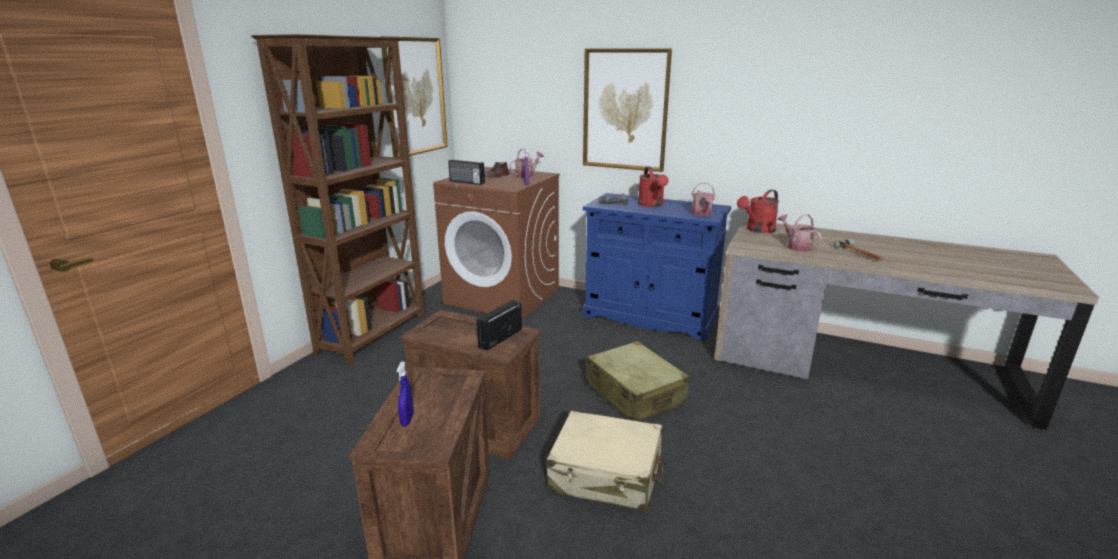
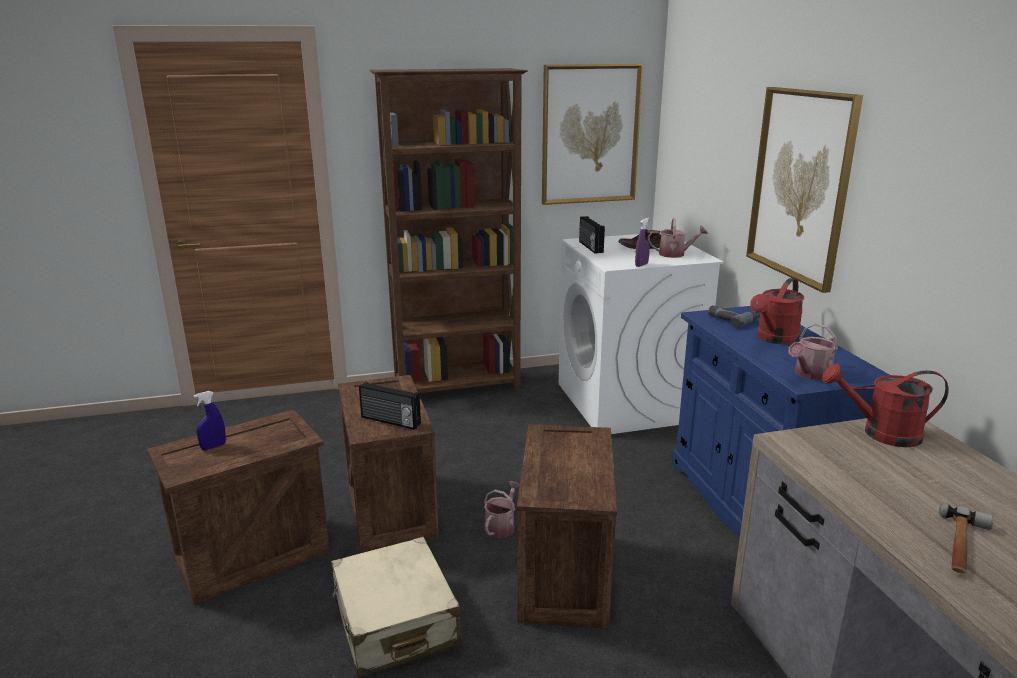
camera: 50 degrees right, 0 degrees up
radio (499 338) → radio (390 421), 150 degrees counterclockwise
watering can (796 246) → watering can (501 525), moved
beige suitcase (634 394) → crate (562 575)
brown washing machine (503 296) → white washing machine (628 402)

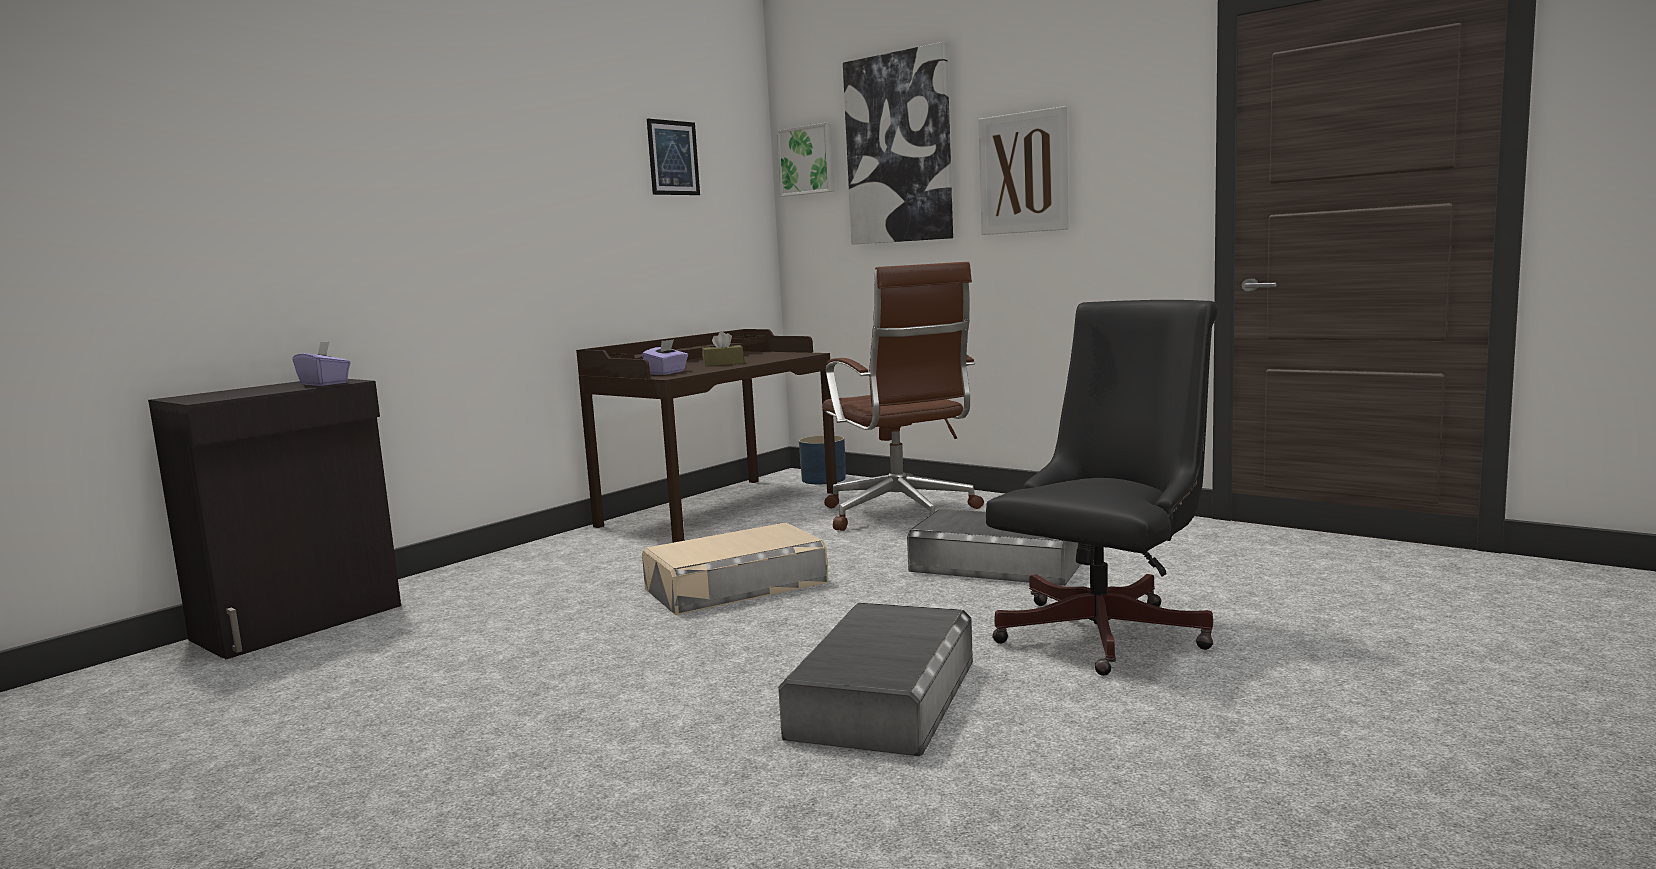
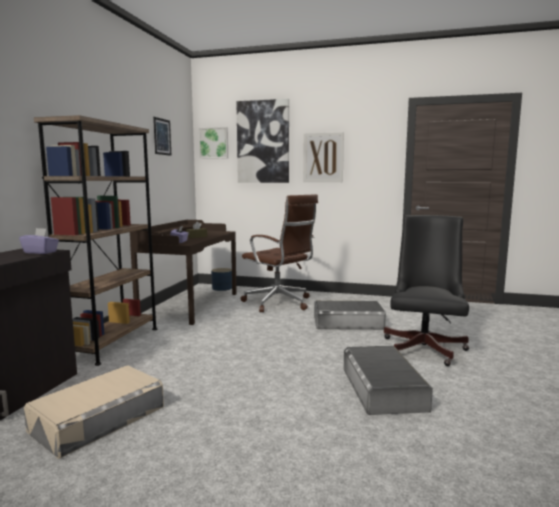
camera: 25 degrees left, 0 degrees up
beige storage box (736 585) → beige storage box (98 418), moved
- → brown bookcase (112 343)

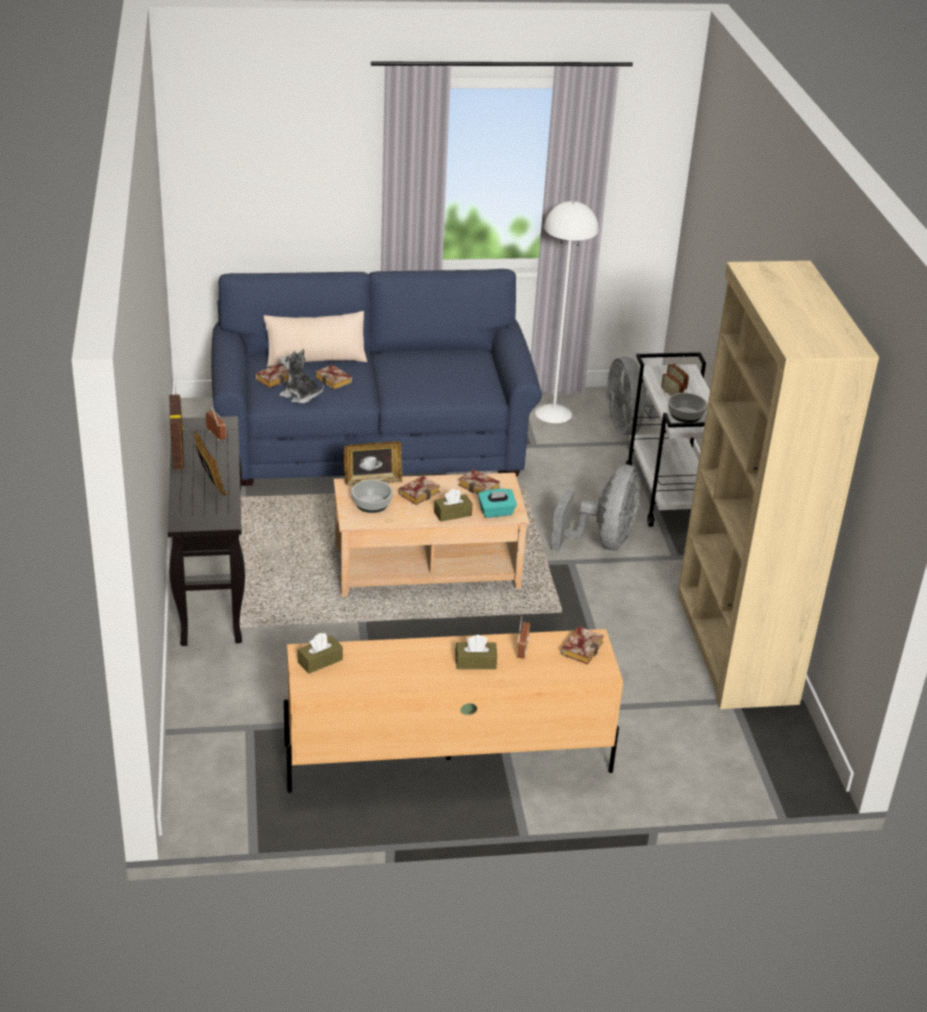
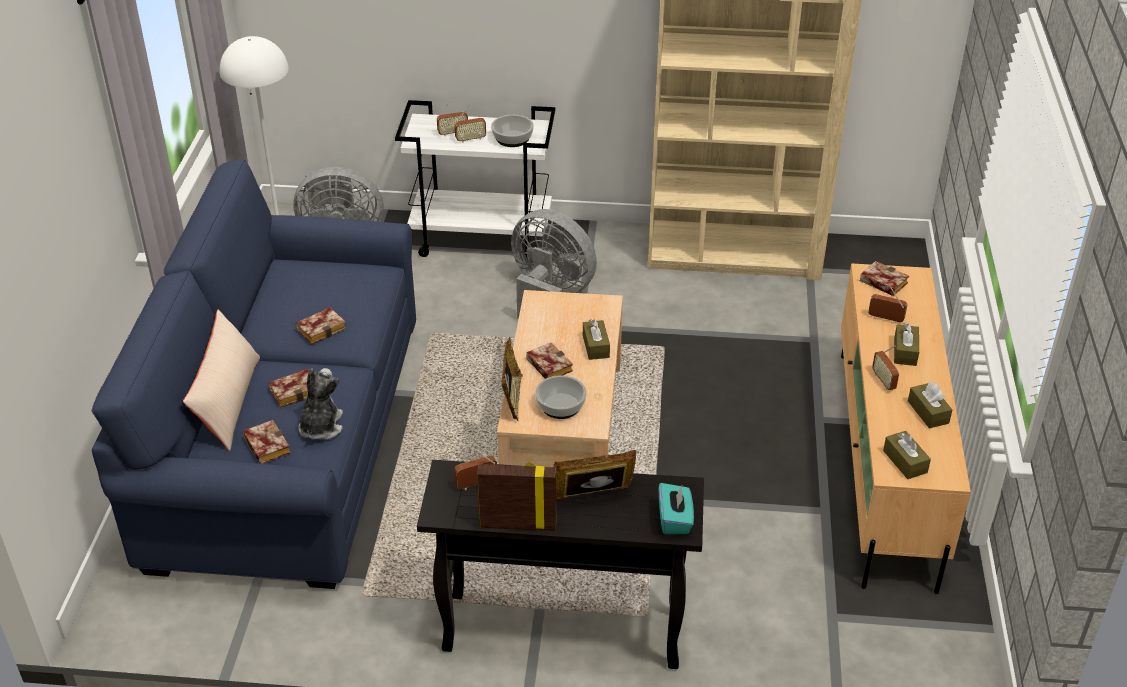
camera: 75 degrees left, 5 degrees up
book (480 487) → book (322 328), moved
plush toy (300 395) → plush toy (320 426), 150 degrees clockwise
turquoise tissue box (496 512) → turquoise tissue box (675 520), moved
- → radio (883 381)
- → brown tissue box (928 412)

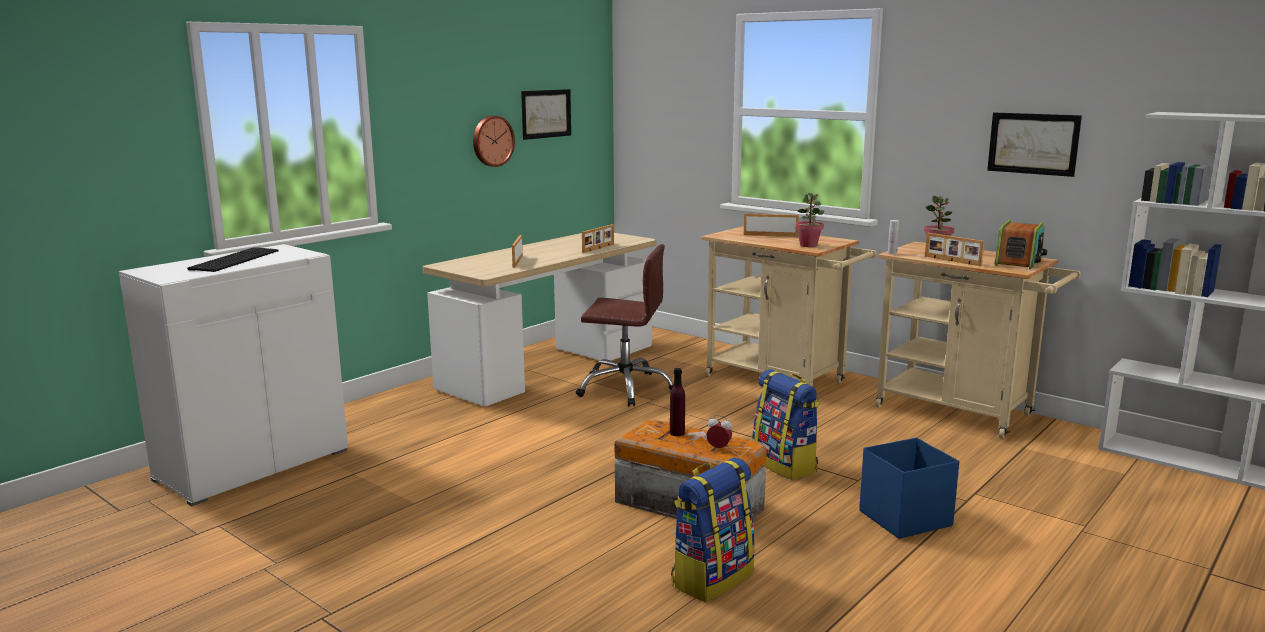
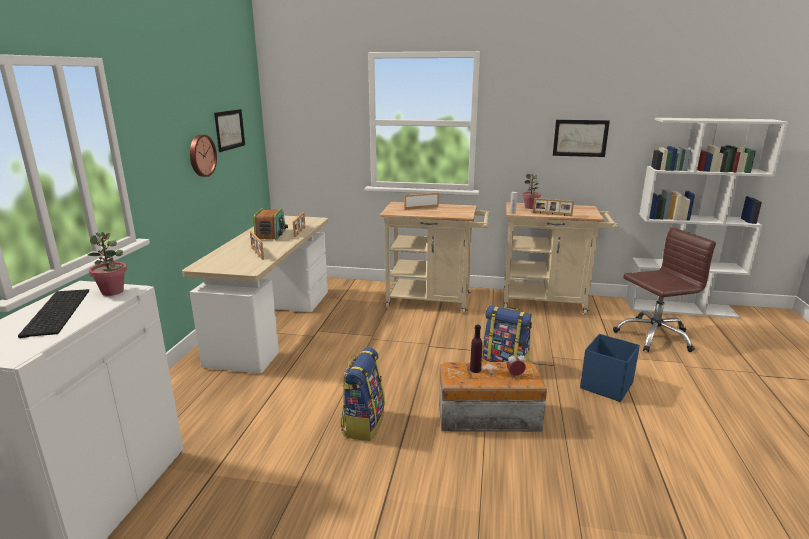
camera: 30 degrees left, 5 degrees up
potted plant (808 245) → potted plant (113 291), moved
radio (1019 262) → radio (271 235), moved
backpack (711 578) → backpack (363 423), moved
brown office chair (625 388) → brown office chair (653 336), moved

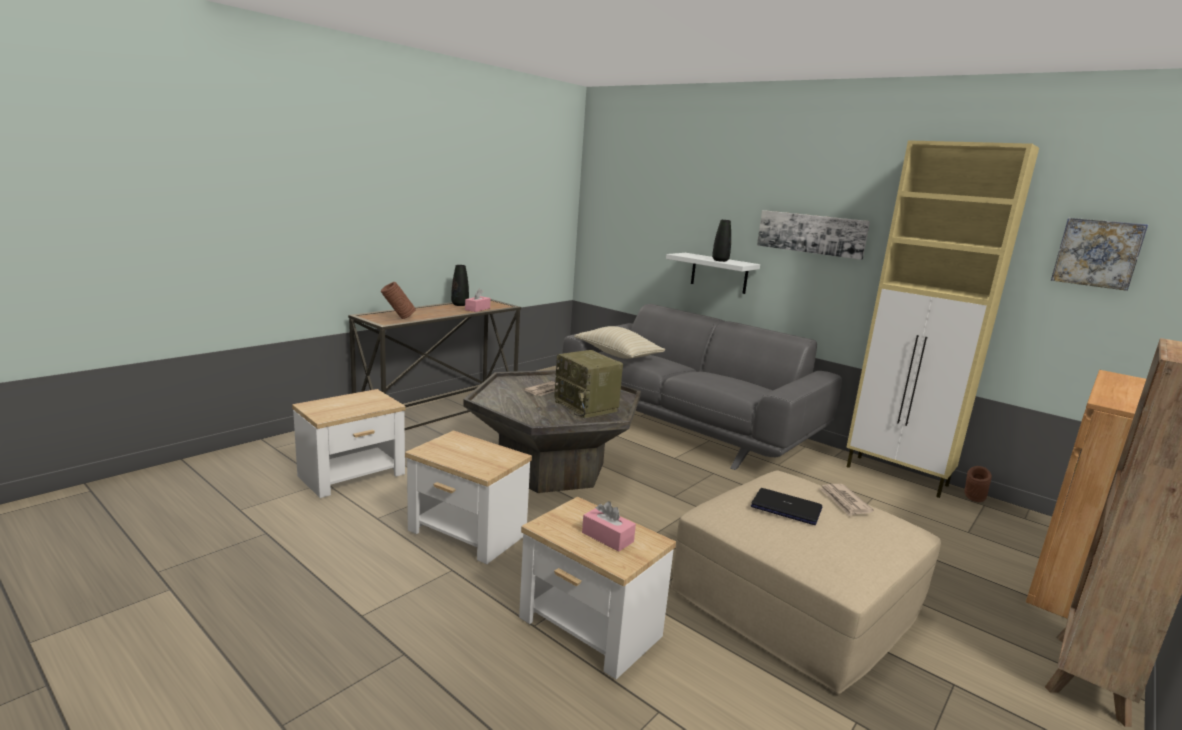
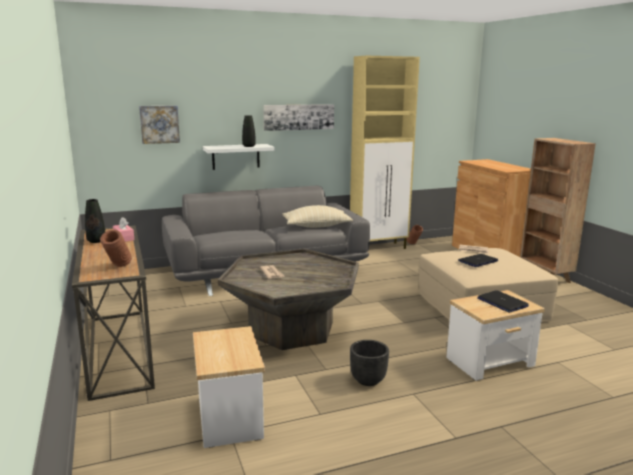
camera: 60 degrees left, 0 degrees up
picture (1097 253) → picture (159 124), moved
beige pillow (617 355) → beige pillow (316 226), moved
side table (466 534) → black planter (368 380)
pink tissue box (607 537) → laptop (502 302)
radio (587 407) → -

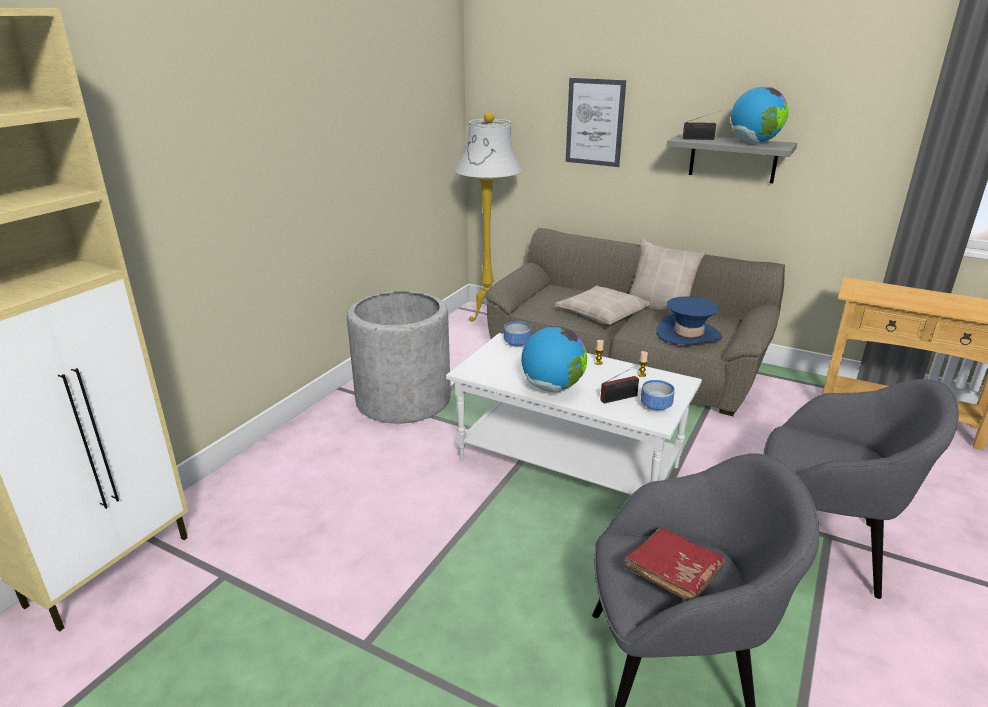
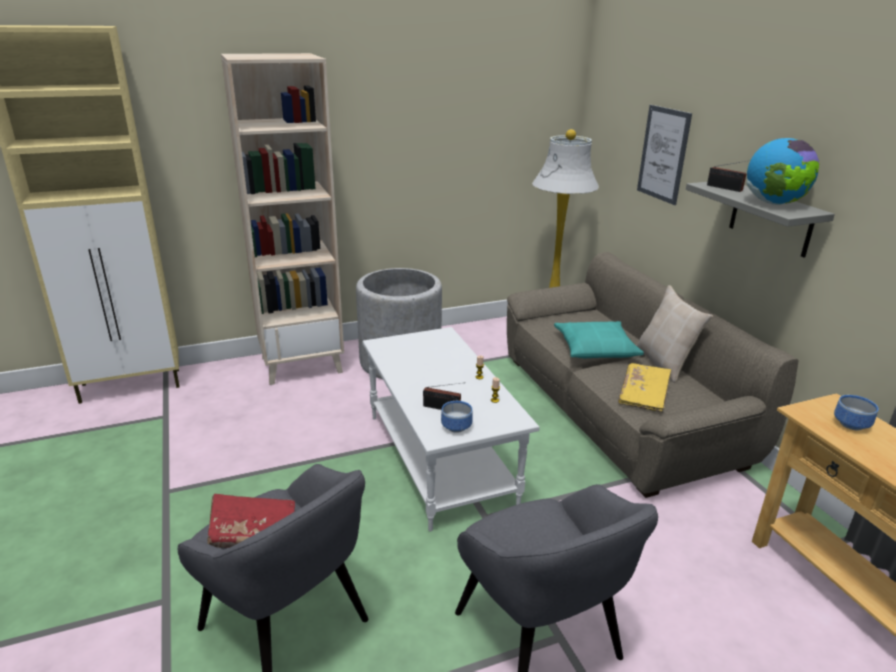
camera: 40 degrees right, 0 degrees up
- → beige bookcase (302 364)
beige pillow (601 313) → turquoise pillow (595 348)
blue hat (688 335) → yellow book (643 396)
bowl (516 344) → bowl (850 425), moved
globe (552 388) → -

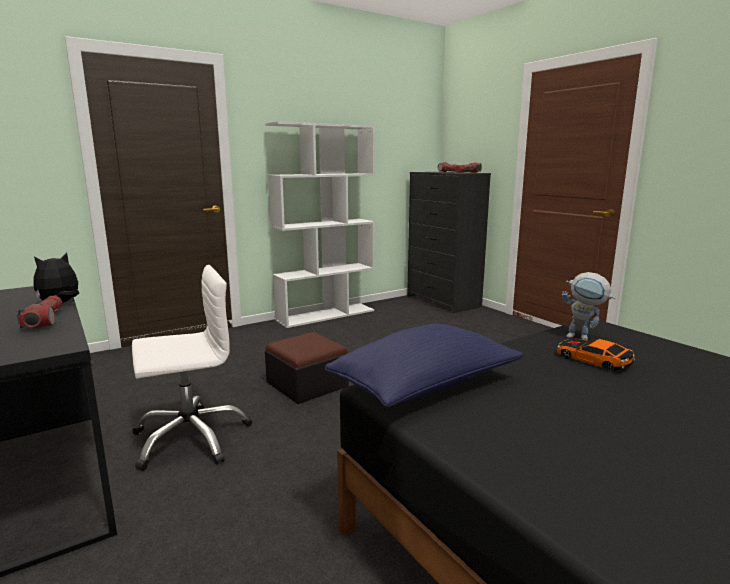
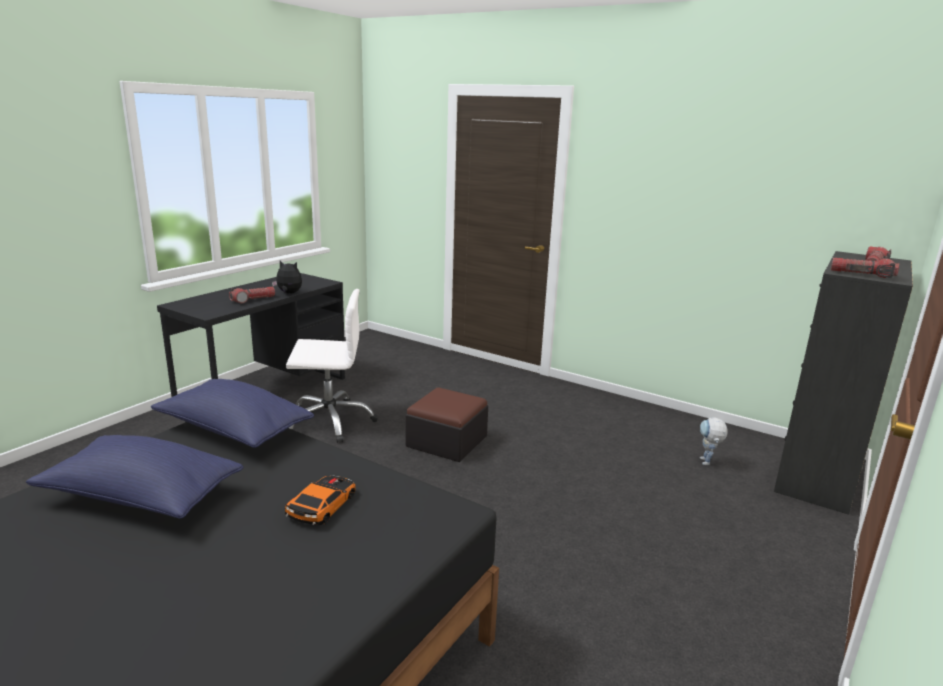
camera: 65 degrees right, 5 degrees up
- → blue pillow (141 497)
white office chair (191 437) → white office chair (330 421), 45 degrees counterclockwise
toy robot (583 338) → toy robot (707 464), moved
white bookcase (326 315) → -

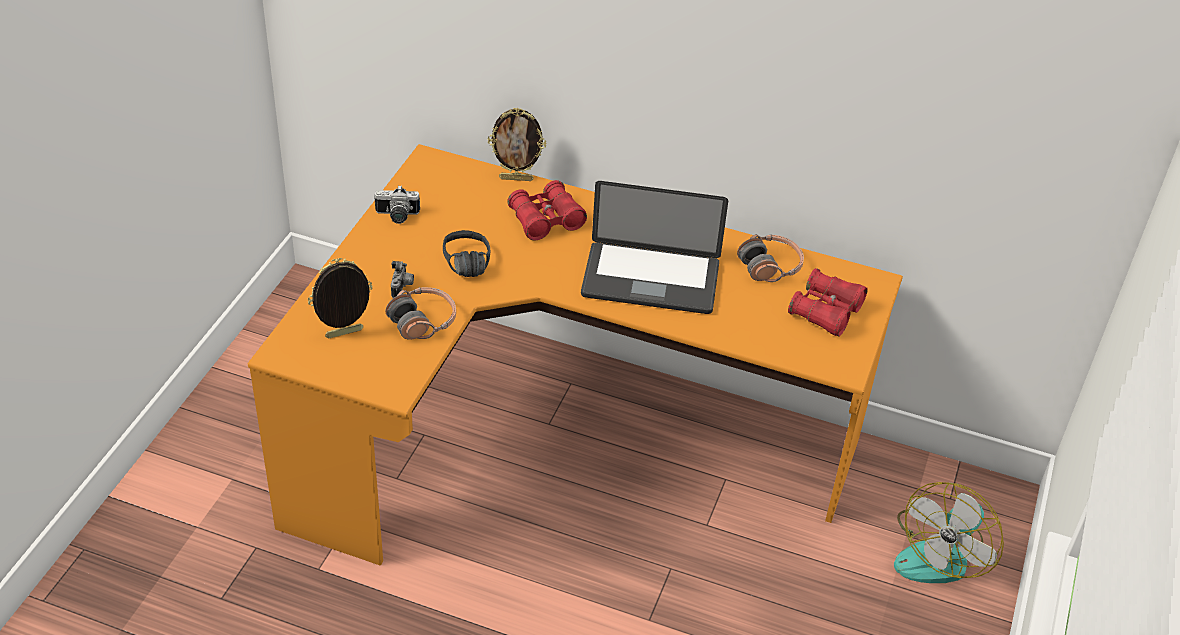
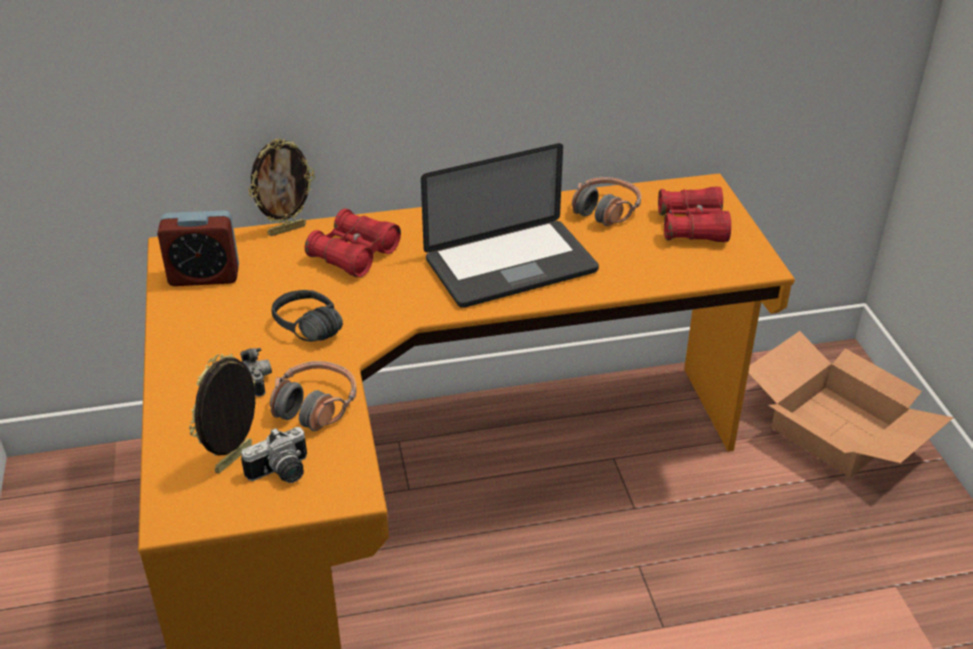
camera: 30 degrees left, 5 degrees down
- → alarm clock (204 276)
photo camera (397 216) → photo camera (282 473), moved
fan (940 553) → cardboard box (839 430)

